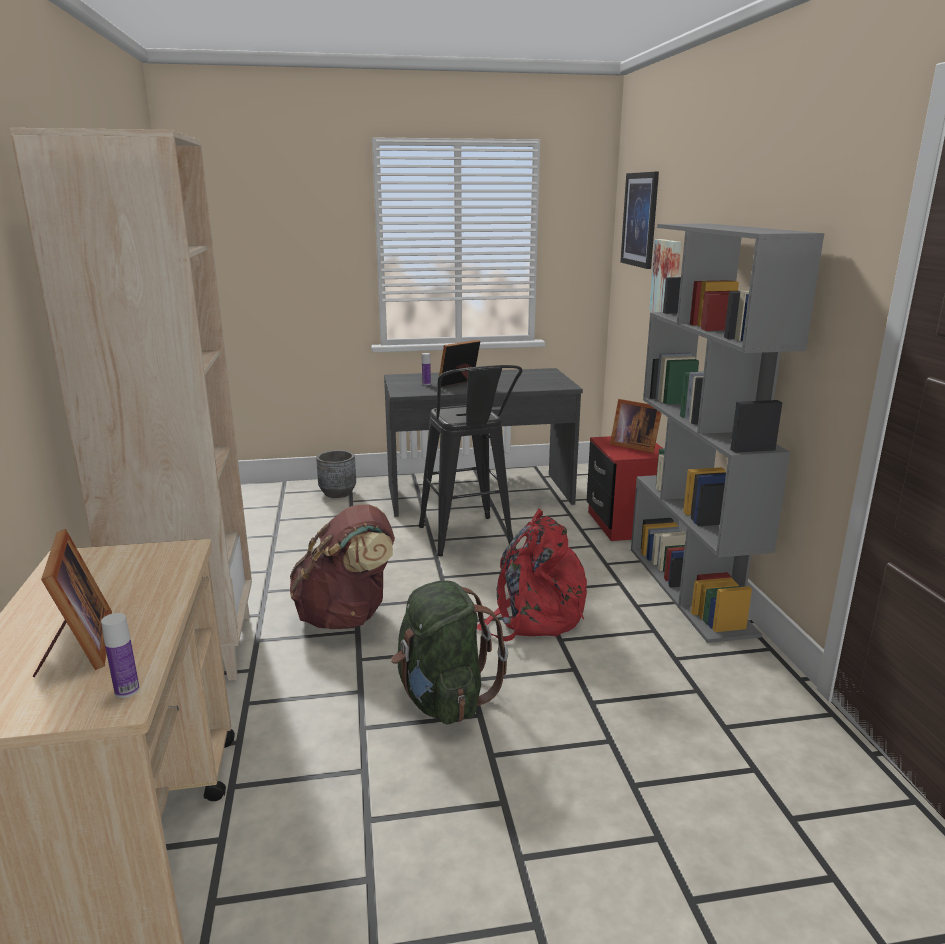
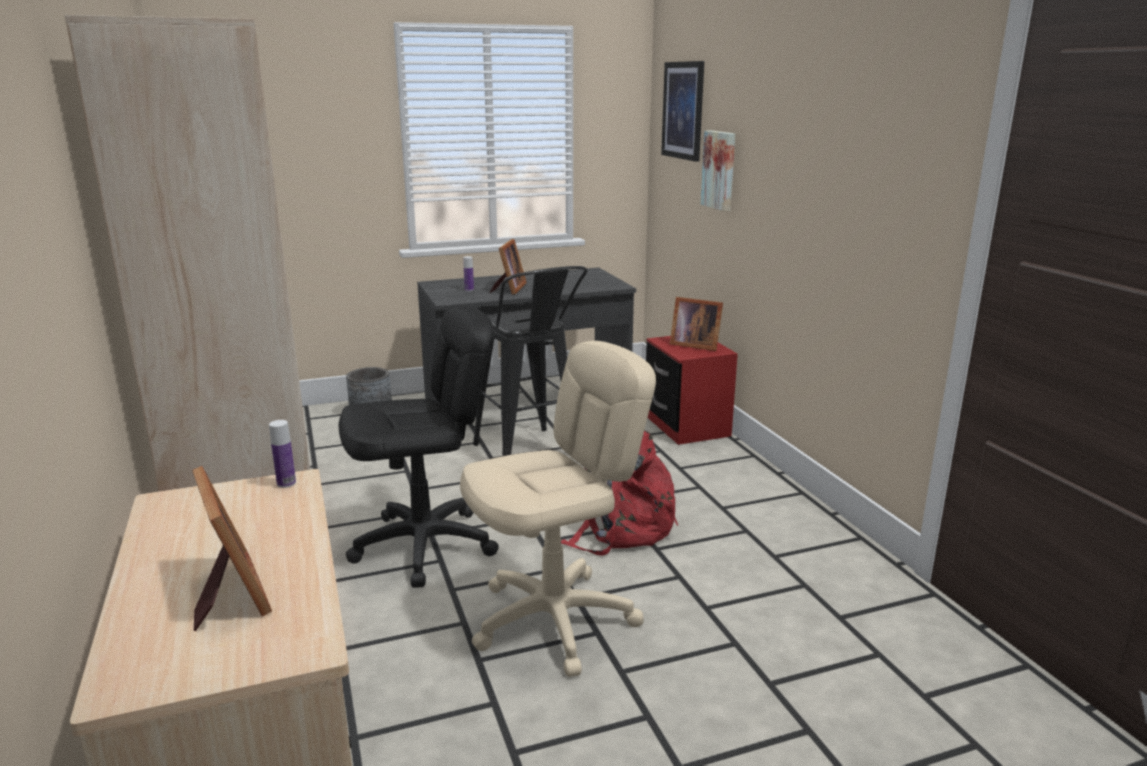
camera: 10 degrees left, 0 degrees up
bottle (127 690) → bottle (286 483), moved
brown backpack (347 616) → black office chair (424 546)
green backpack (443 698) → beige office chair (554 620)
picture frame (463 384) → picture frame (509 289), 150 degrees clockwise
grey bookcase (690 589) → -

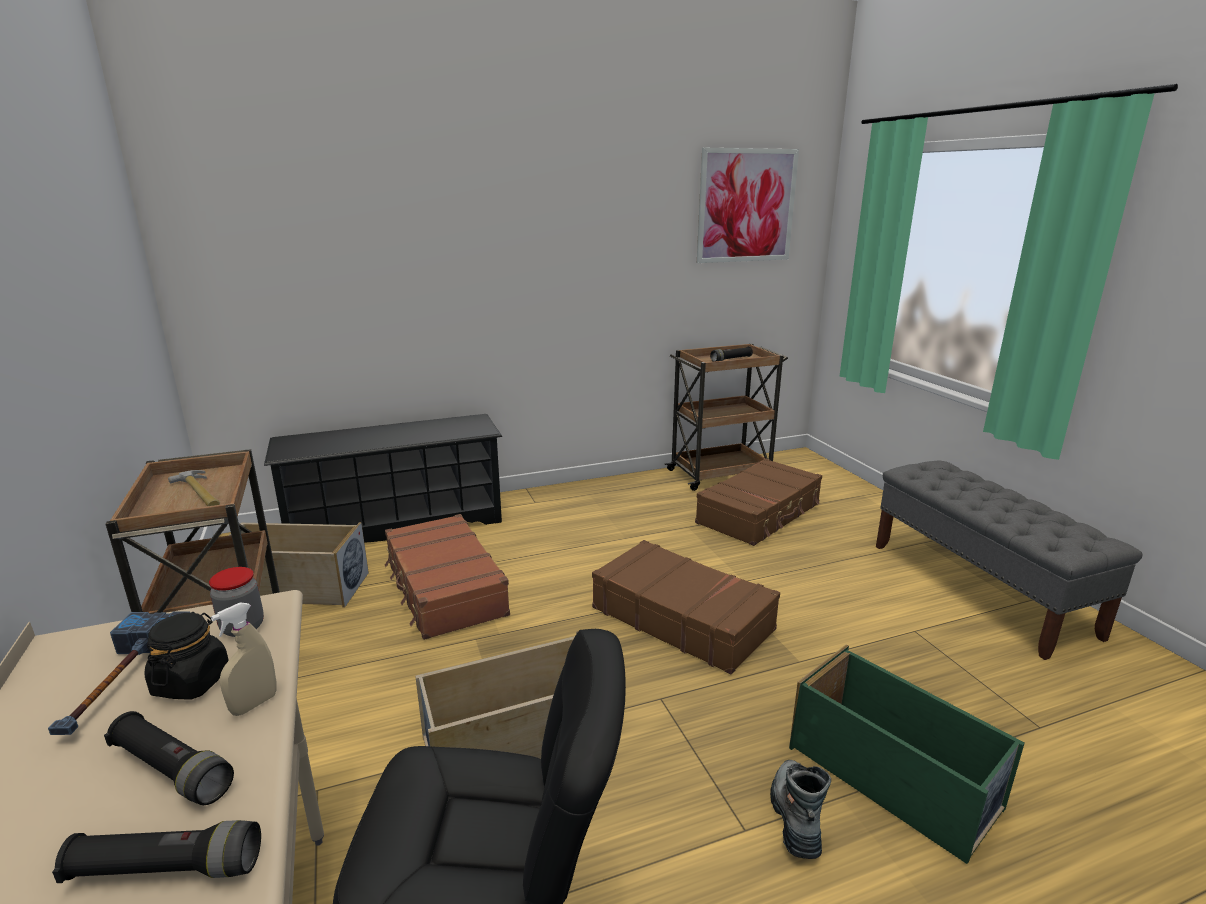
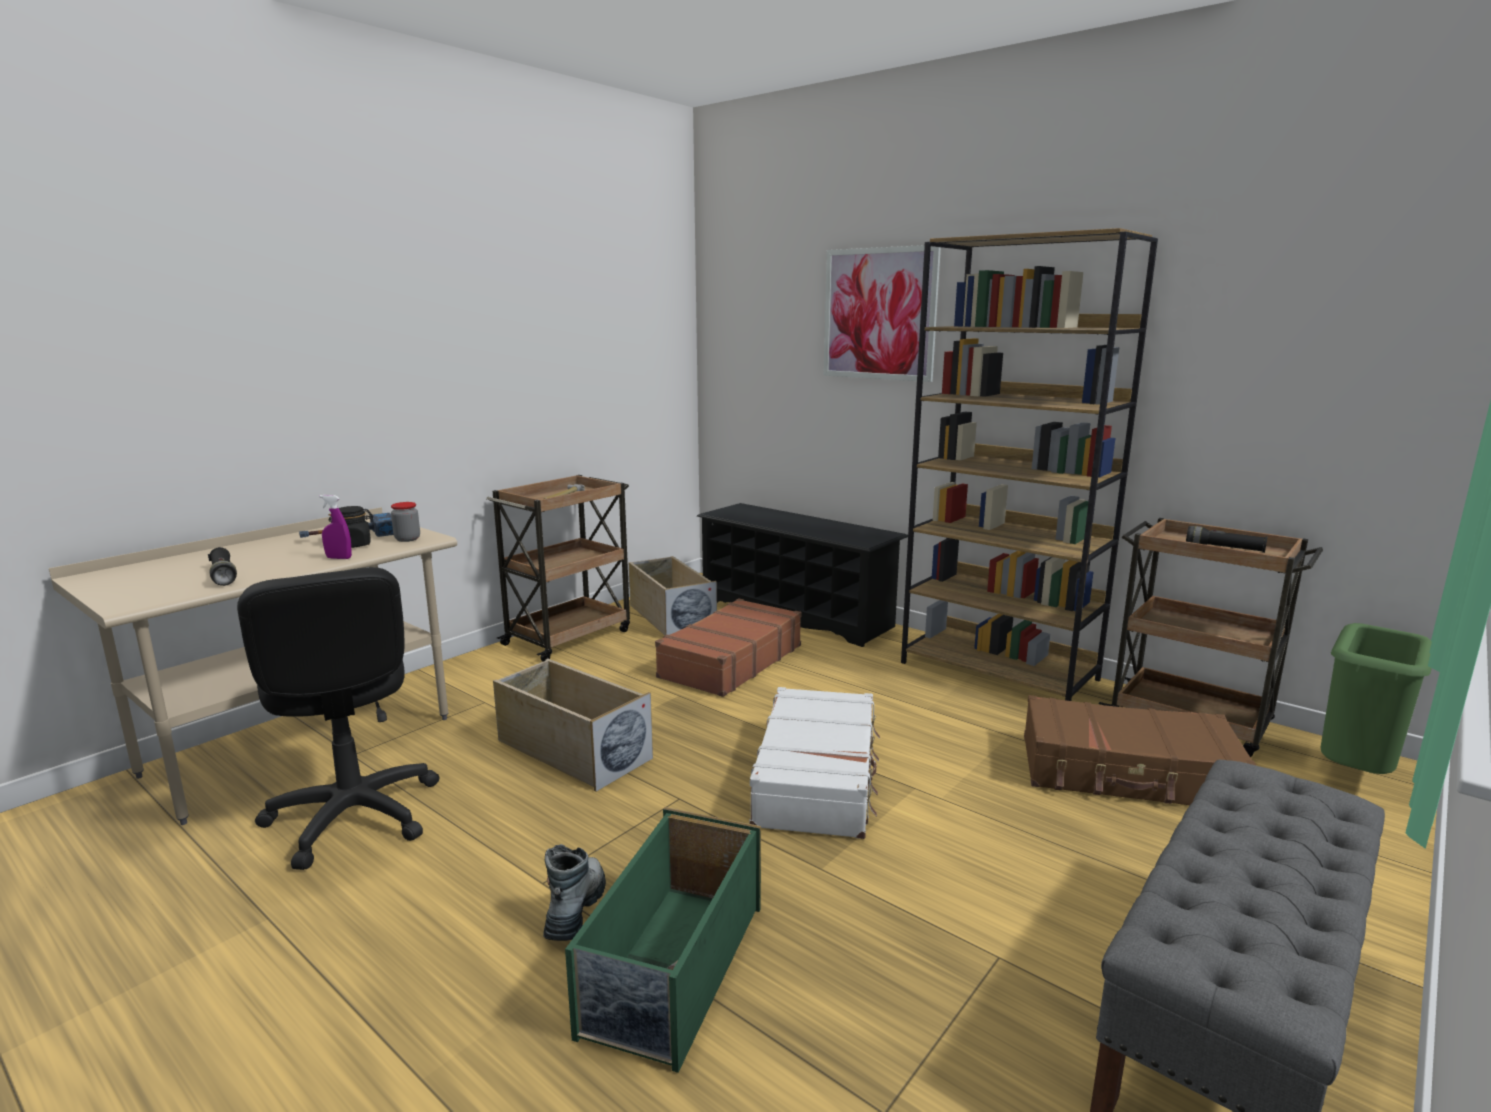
camera: 60 degrees right, 5 degrees down
beige spray bottle (254 704) → purple spray bottle (339 558)
boot (795 816) → boot (575 909), 60 degrees counterclockwise
brown suitcase (682 618) → white suitcase (818 778)
picture (746 206) → picture (879 314), moved
- → brown bookcase (999 671)
- → green trash can (1355 777)
black flashlight (172 770) → -

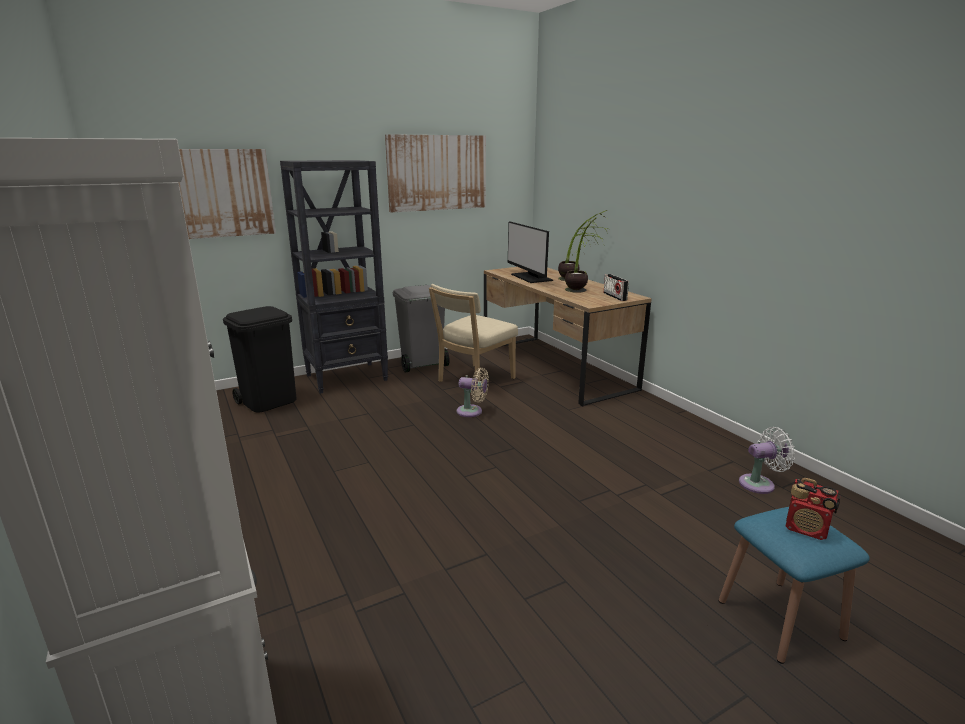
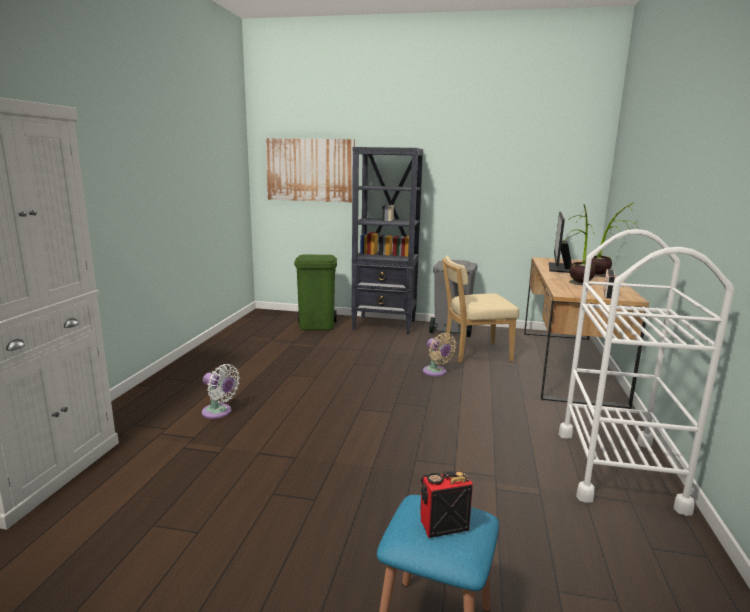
camera: 40 degrees right, 5 degrees down
white fan (760 484) → white fan (219 412), moved
black trash can (269 401) → green trash can (317 325)
radio (806 529) → radio (442 525), 90 degrees clockwise
- → white cart (617 469)
picture (437 173) → -

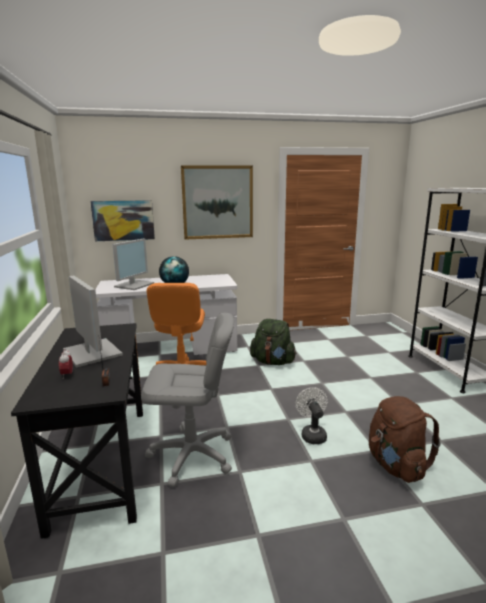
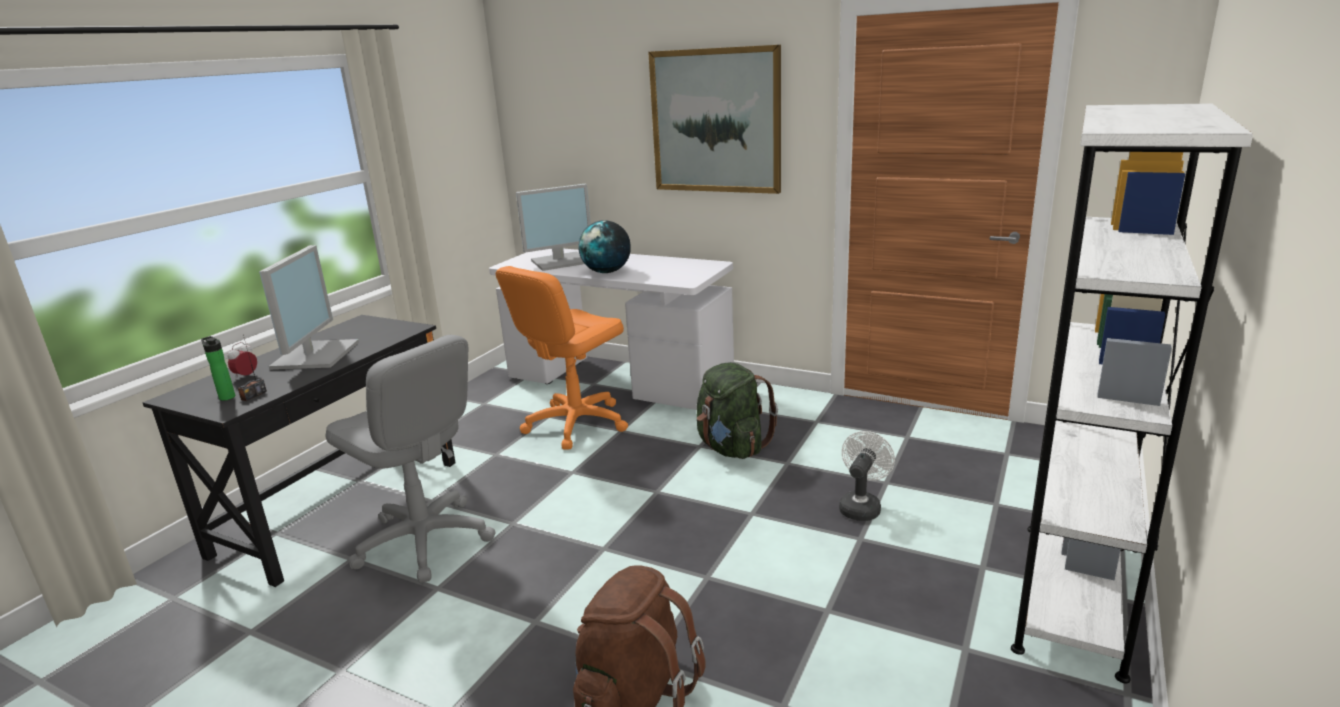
camera: 40 degrees right, 5 degrees up
- → bottle (226 397)
white fan (312 434) → white fan (861 506), moved
picture (123 220) → -

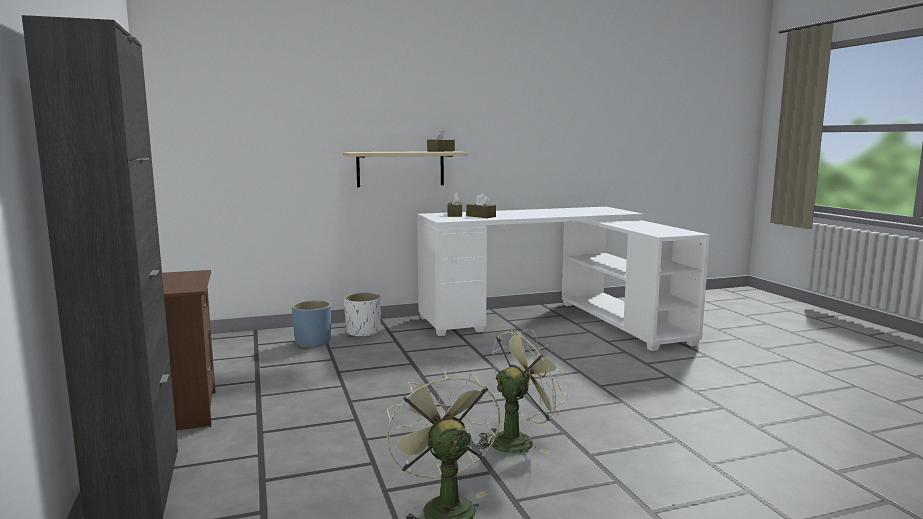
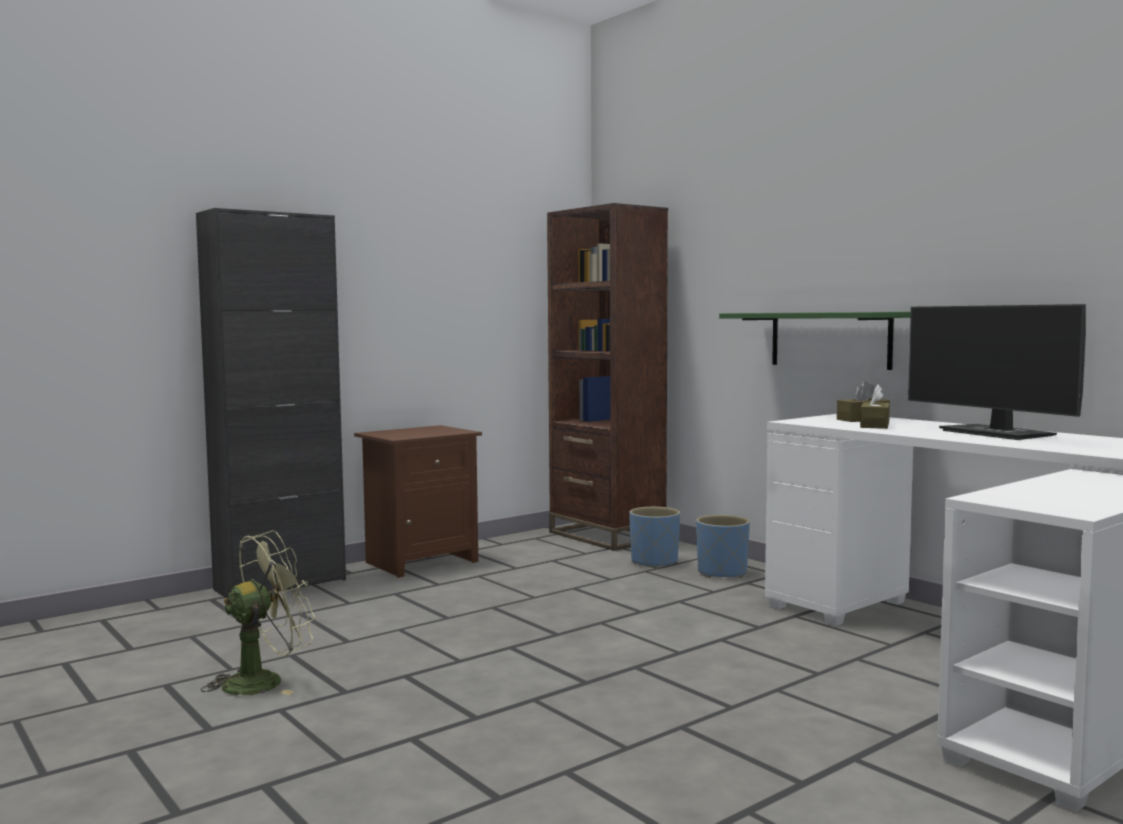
camera: 70 degrees right, 5 degrees down
- → brown bookcase (606 536)
white planter (363 332) → blue planter (722 573)
beige shelf (400 169) → green shelf (830 339)
- → monitor (998 433)
brown tissue box (441 151) → -
green fan (518 440) → -

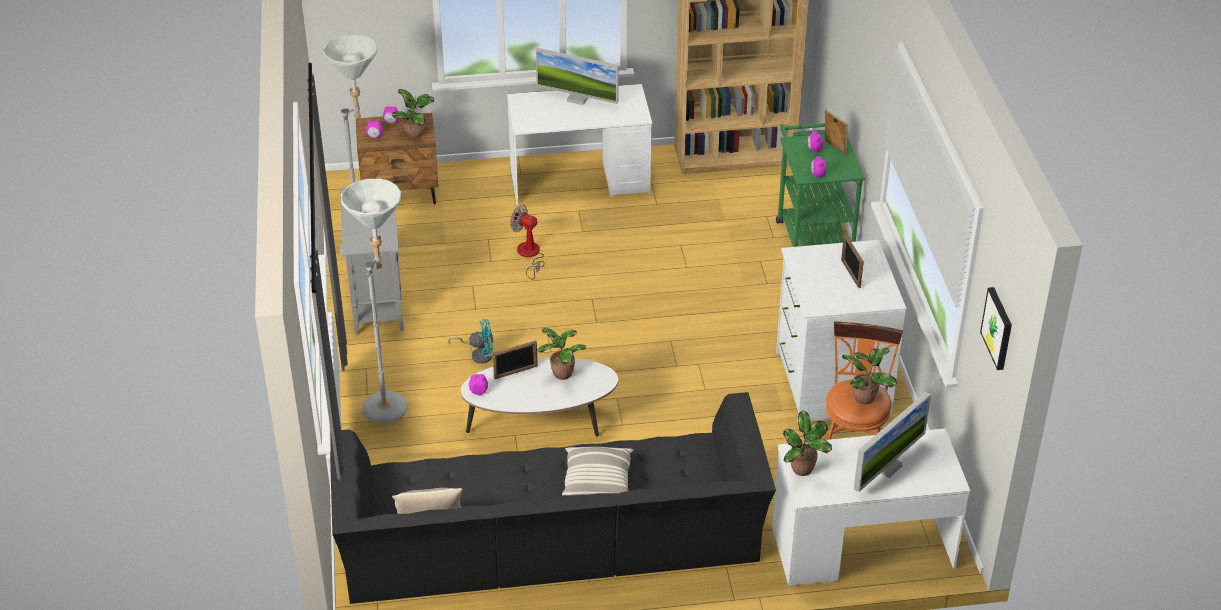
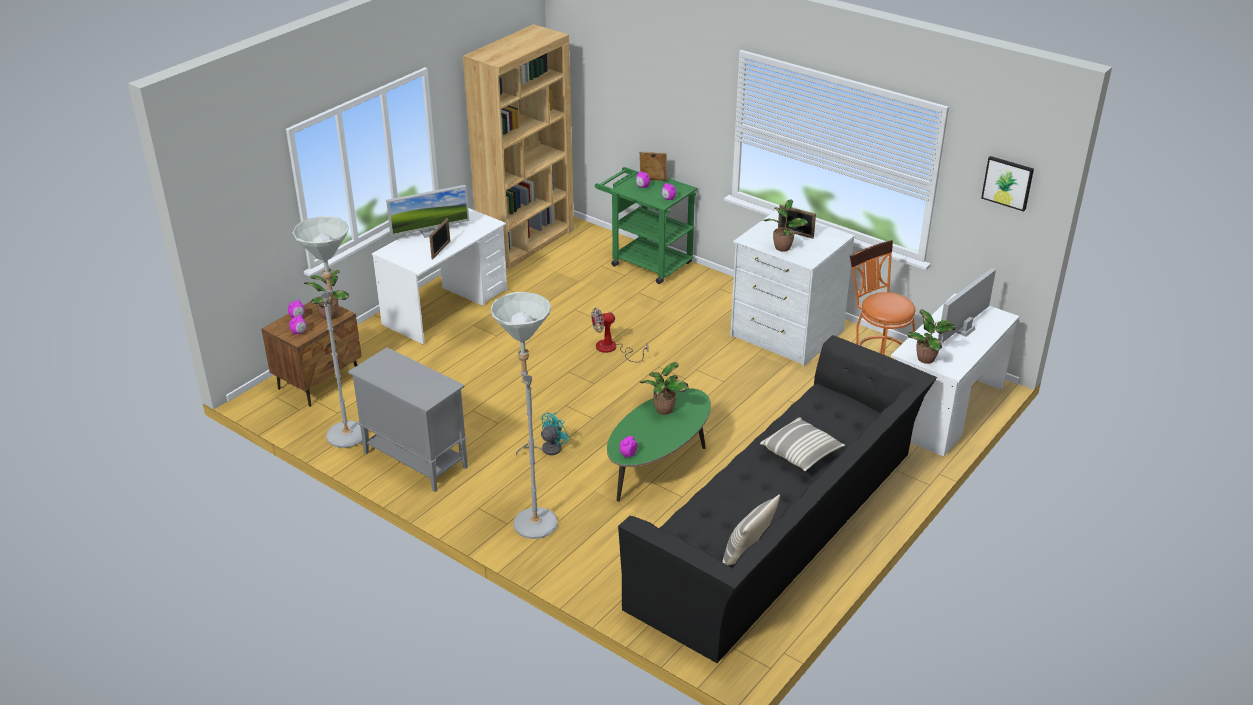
camera: 45 degrees left, 5 degrees down
picture frame (516 372) → picture frame (441 250), moved
fan (529 255) → fan (612 349), moved
white coffee table (541 425) → green coffee table (659 465)
potted plant (865 397) → potted plant (782 247), moved
monitor (887 467) → monitor (963 330), 135 degrees counterclockwise

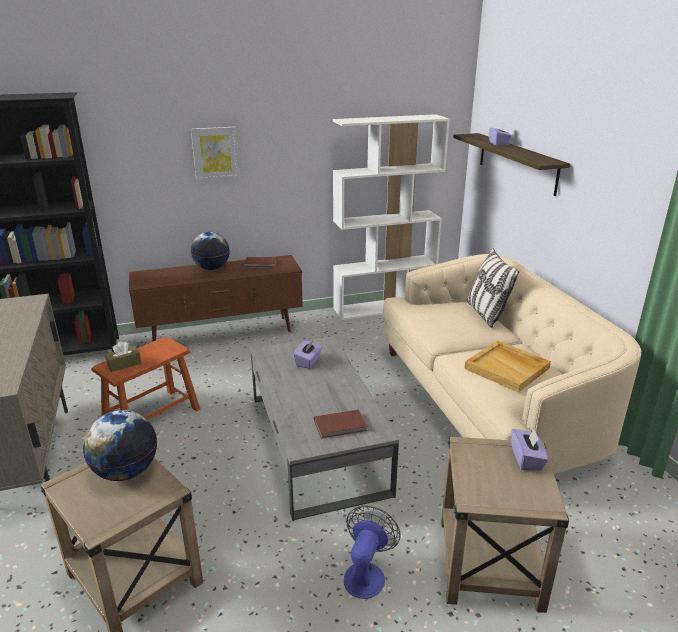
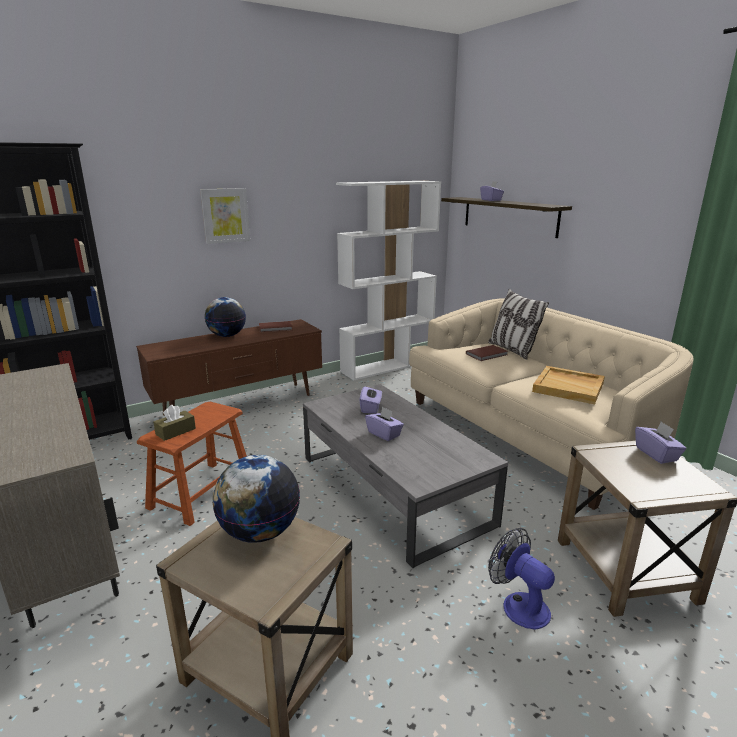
camera: 15 degrees left, 5 degrees down
- → purple tissue box (384 434)
brown book (341 426) → brown book (487 354), moved
fan (366 573) → fan (518 605), 45 degrees counterclockwise

